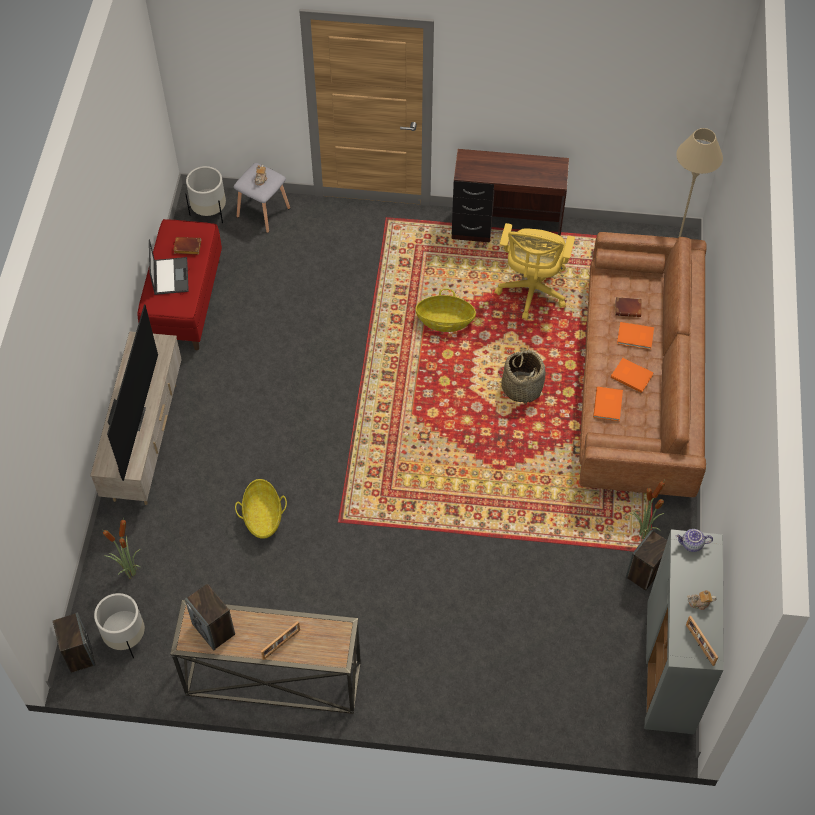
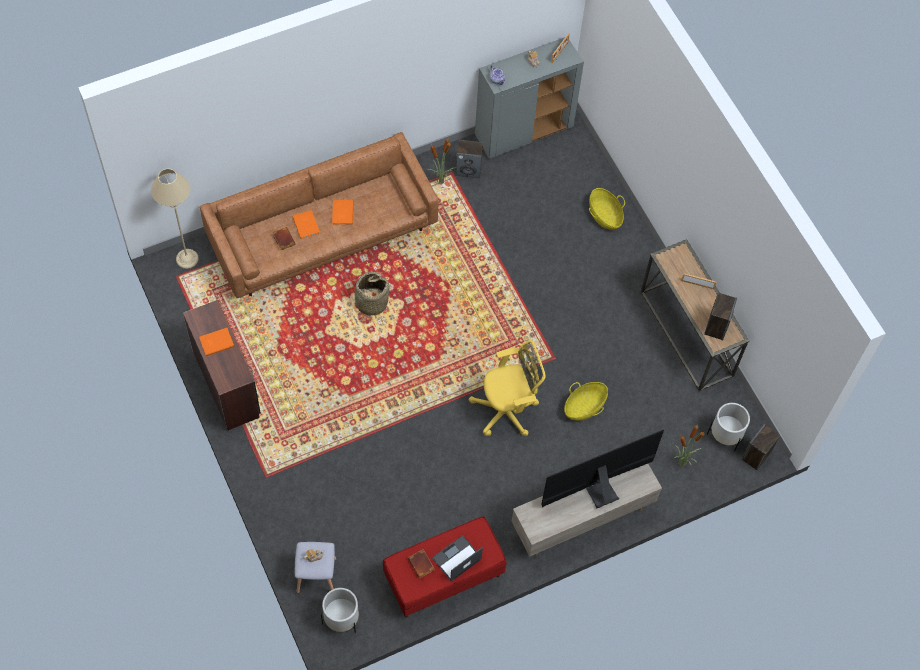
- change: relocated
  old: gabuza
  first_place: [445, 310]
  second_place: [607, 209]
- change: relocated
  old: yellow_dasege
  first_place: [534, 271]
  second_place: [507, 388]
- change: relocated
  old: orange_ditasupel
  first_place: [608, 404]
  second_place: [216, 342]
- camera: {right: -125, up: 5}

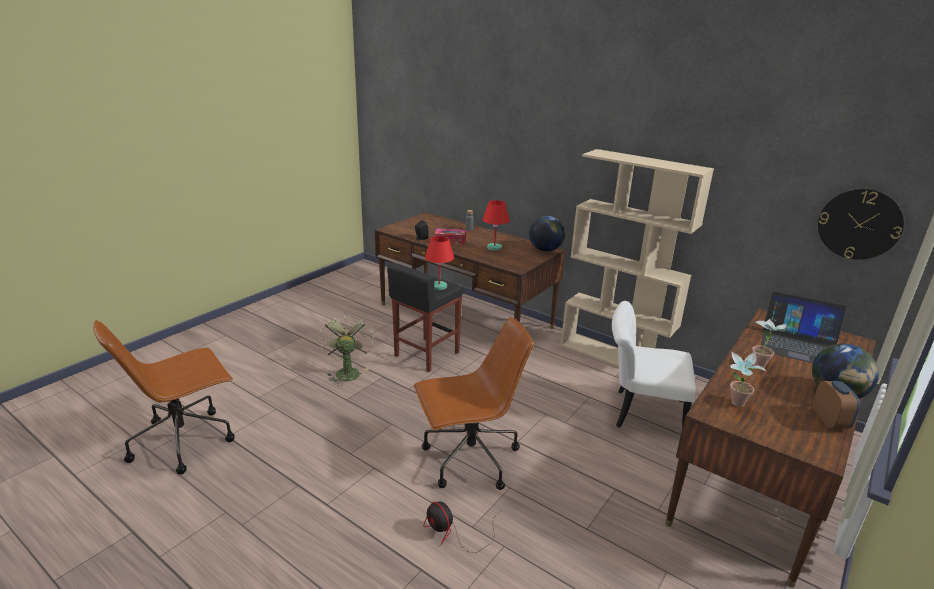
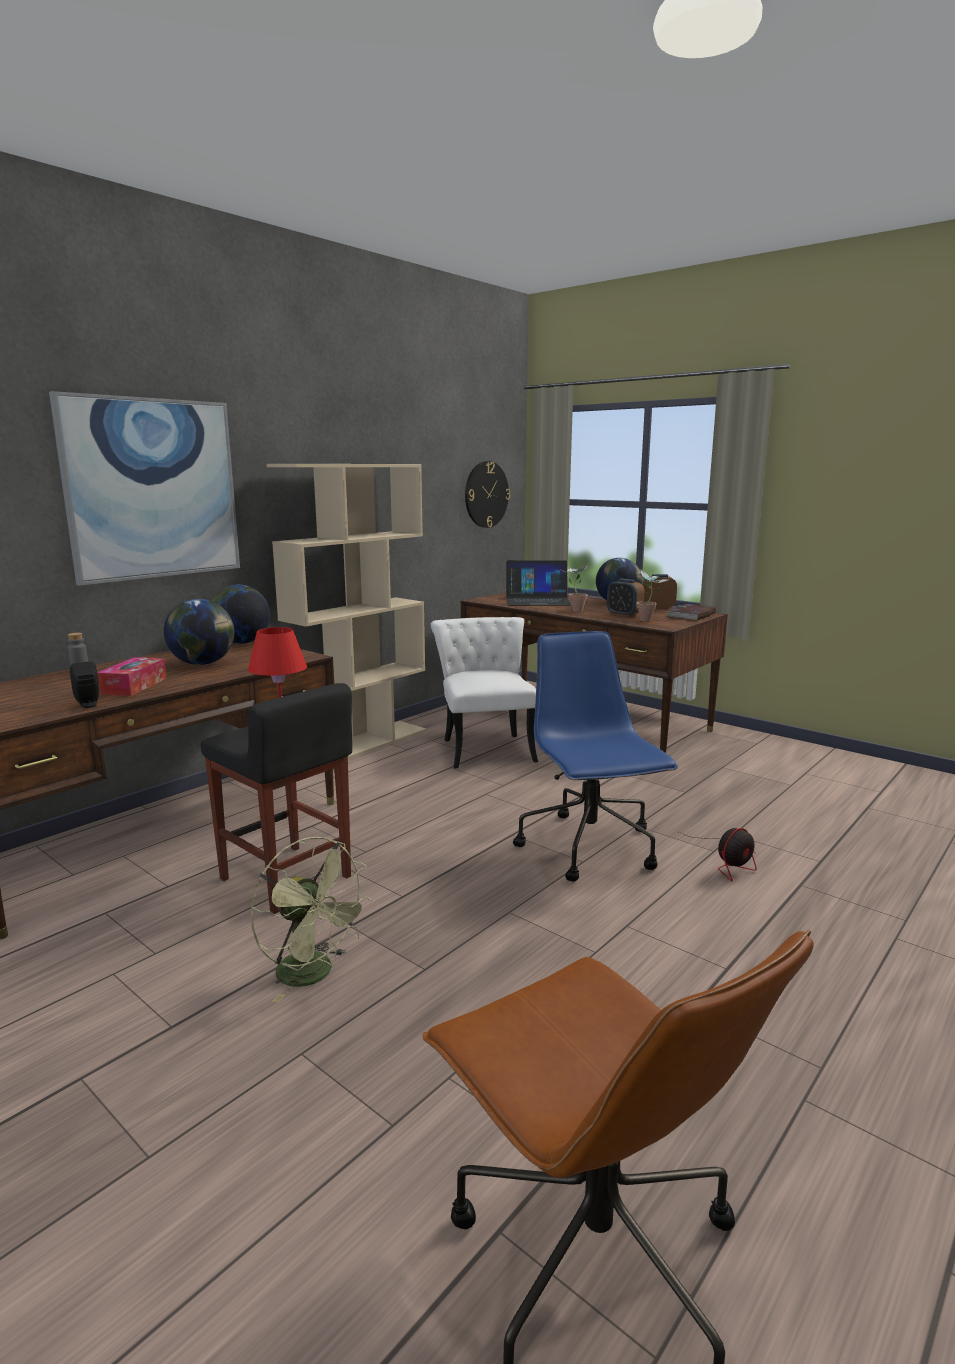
- change: spun
  old: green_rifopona
  first_place: [346, 349]
  second_place: [311, 920]
  degrees: -135
- change: colour
  old: brown_dasege
  new: blue_dasege
  first_place: [474, 403]
  second_place: [595, 756]
- change: exchanged
  old: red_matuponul
  new: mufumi
  first_place: [496, 225]
  second_place: [199, 632]
- change: spun
  old: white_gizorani
  first_place: [654, 364]
  second_place: [484, 693]
  degrees: 150
- change: spun
  old: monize
  first_place: [804, 327]
  second_place: [538, 583]
  degrees: 60
- change: appeared
  new: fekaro
  second_place: [144, 488]
- change: appeared
  new: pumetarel
  second_place: [625, 598]
- change: appeared
  new: ditasupel
  second_place: [691, 612]
- camera: {right: -85, up: -10}

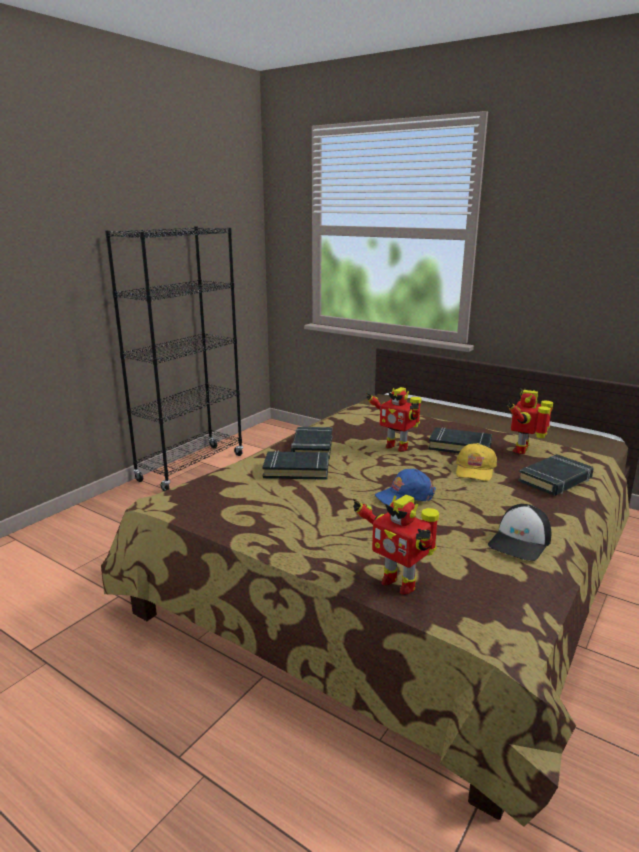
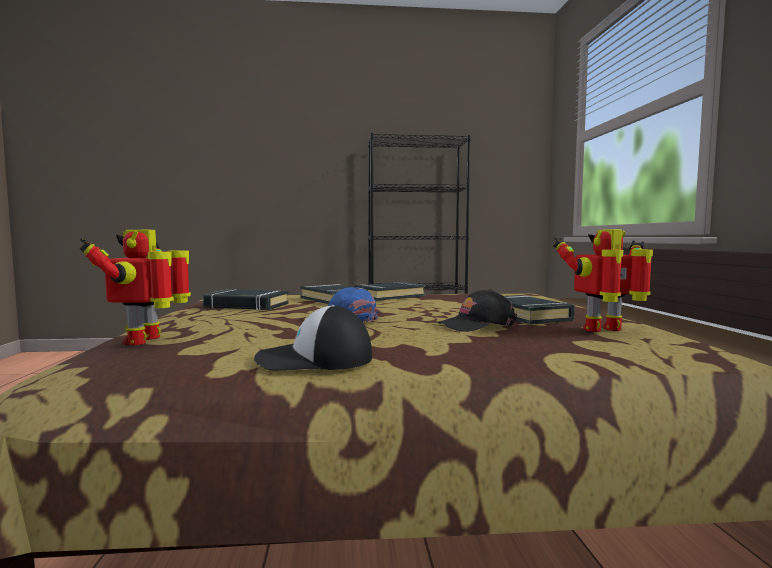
- change: missing
  old: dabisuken
  first_place: [393, 419]
- change: colour
  old: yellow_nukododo
  new: black_nukododo
  first_place: [476, 462]
  second_place: [477, 310]
- change: relocated
  old: black_ditasupel
  first_place: [556, 475]
  second_place: [246, 299]
- camera: {right: 50, up: -15}

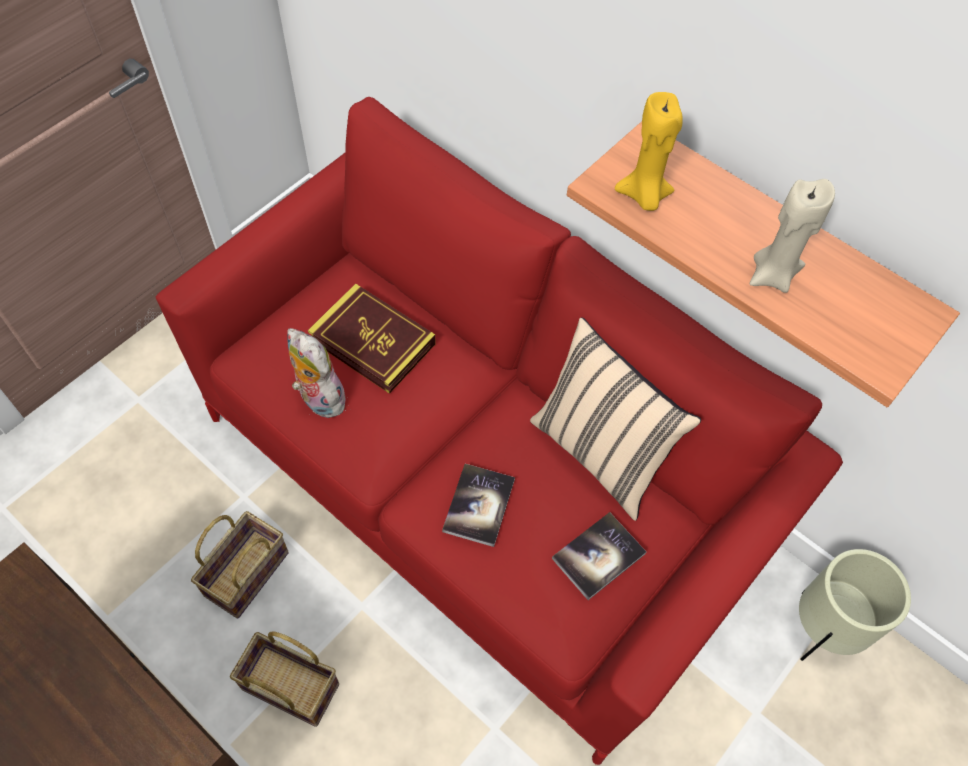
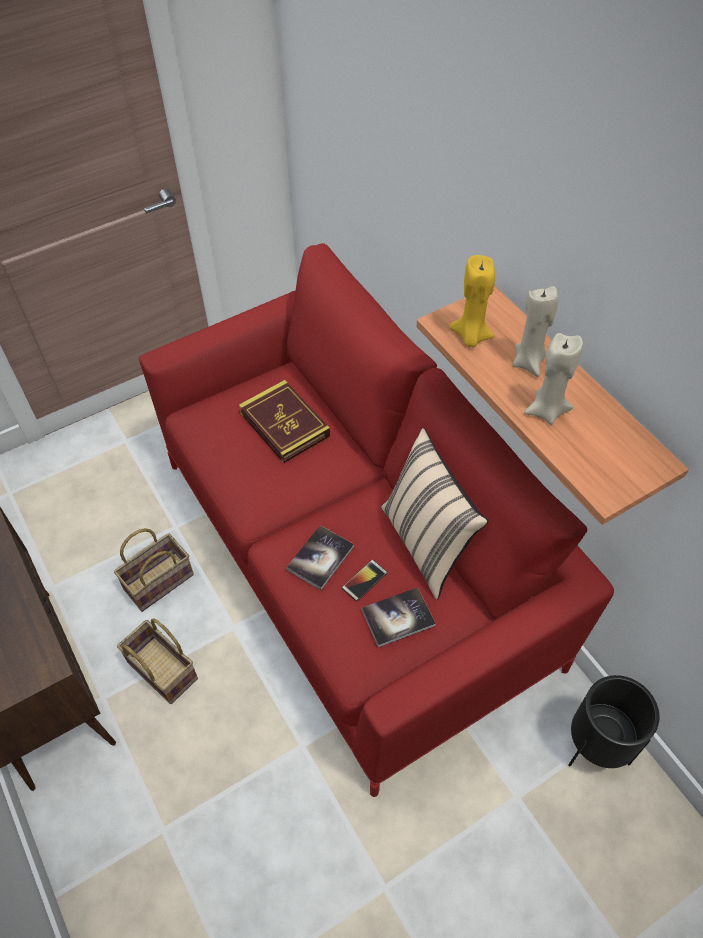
- change: missing
  old: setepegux
  first_place: [317, 373]
- change: colour
  old: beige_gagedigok
  new: black_gagedigok
  first_place: [855, 605]
  second_place: [613, 721]
- change: appeared
  new: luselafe
  second_place: [365, 580]
- change: appeared
  new: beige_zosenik
  second_place: [535, 331]
- camera: {right: 20, up: -5}

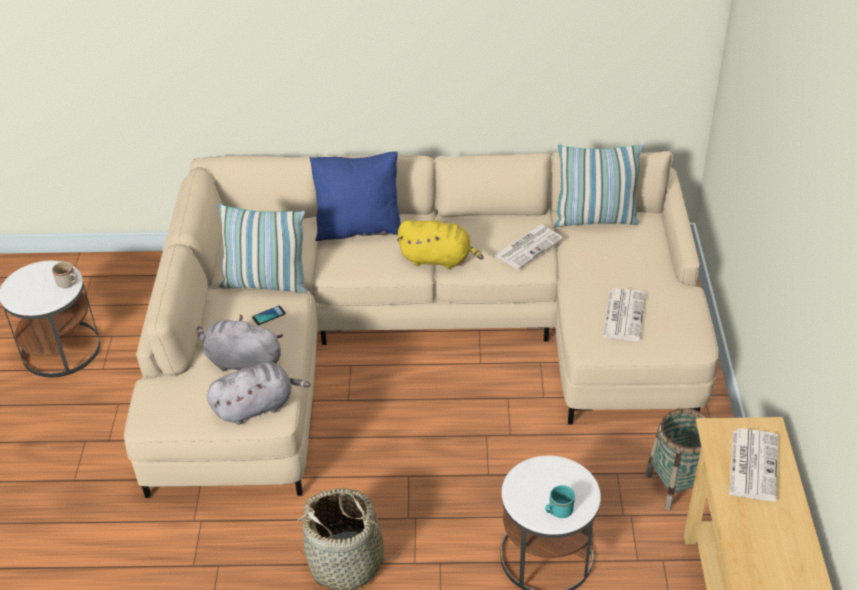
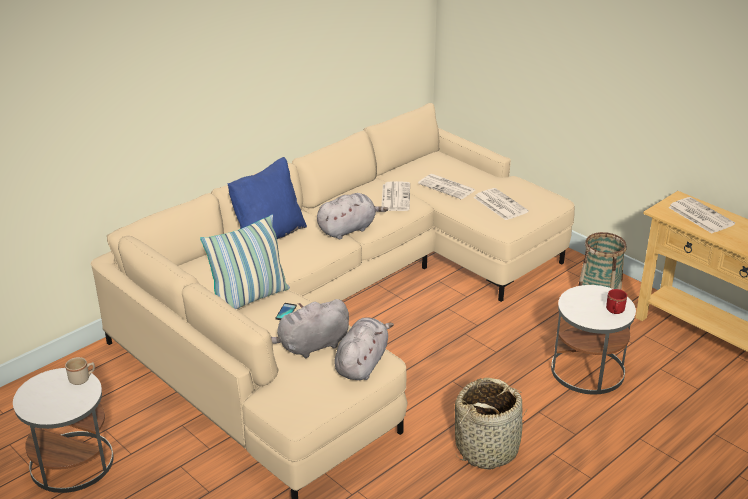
- change: colour
  old: yellow_setepegux
  new: grey_setepegux
  first_place: [440, 244]
  second_place: [352, 216]
- change: colour
  old: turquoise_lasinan
  new: red_lasinan
  first_place: [560, 501]
  second_place: [616, 301]
- change: missing
  old: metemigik
  first_place: [598, 185]
- change: appeared
  new: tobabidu
  second_place: [446, 187]
- camera: {right: -45, up: -10}

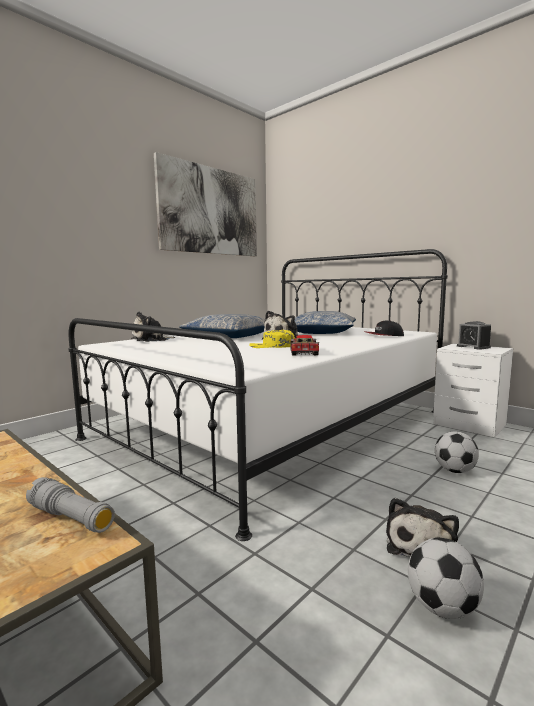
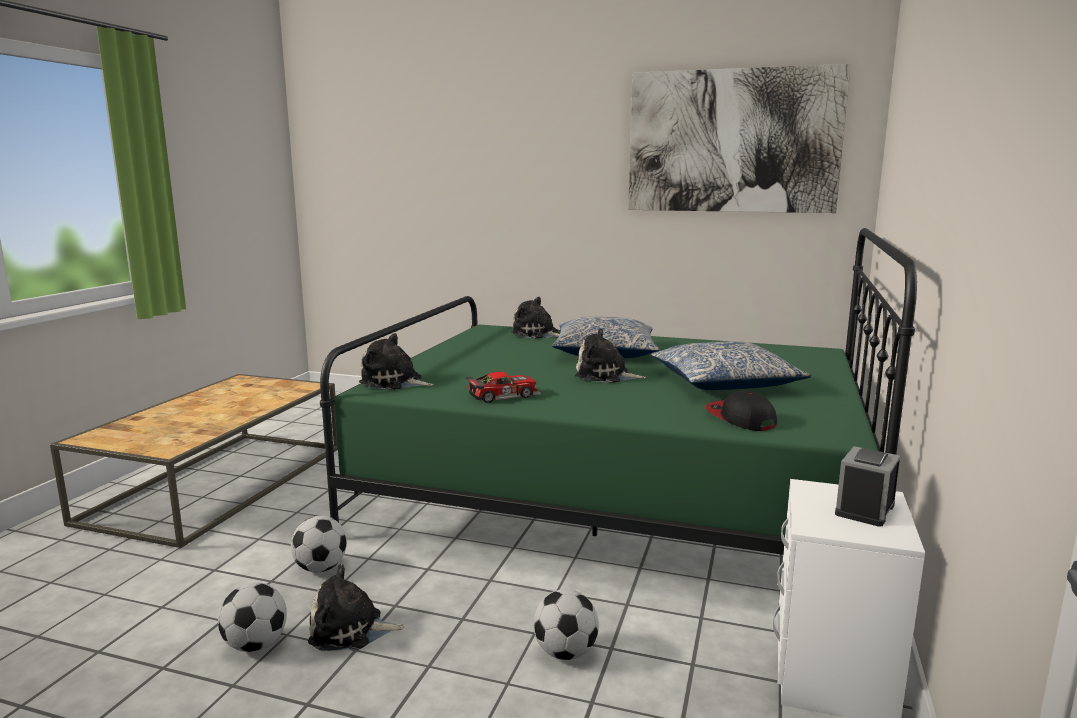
- change: missing
  old: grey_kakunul
  first_place: [70, 505]
- change: colour
  old: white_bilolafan
  new: green_bilolafan
  first_place: [258, 395]
  second_place: [618, 391]
- change: missing
  old: yellow_nukododo
  first_place: [272, 339]
- change: appeared
  new: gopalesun
  second_place: [319, 544]
- change: appeared
  new: setepegux
  second_place: [396, 361]
- camera: {right: 65, up: 5}

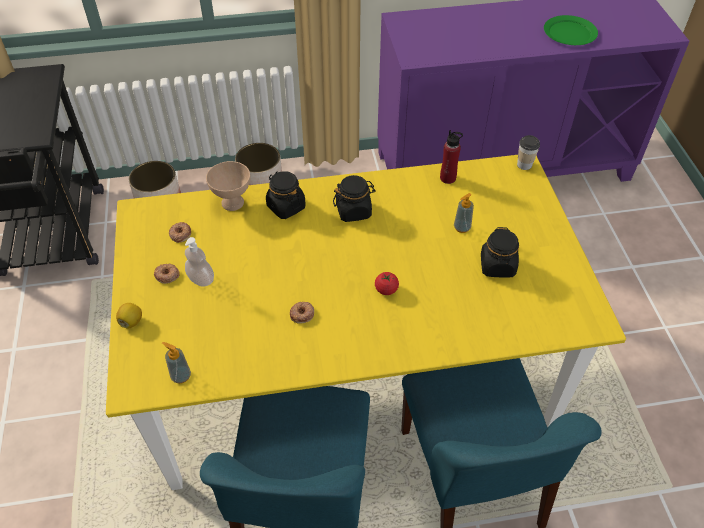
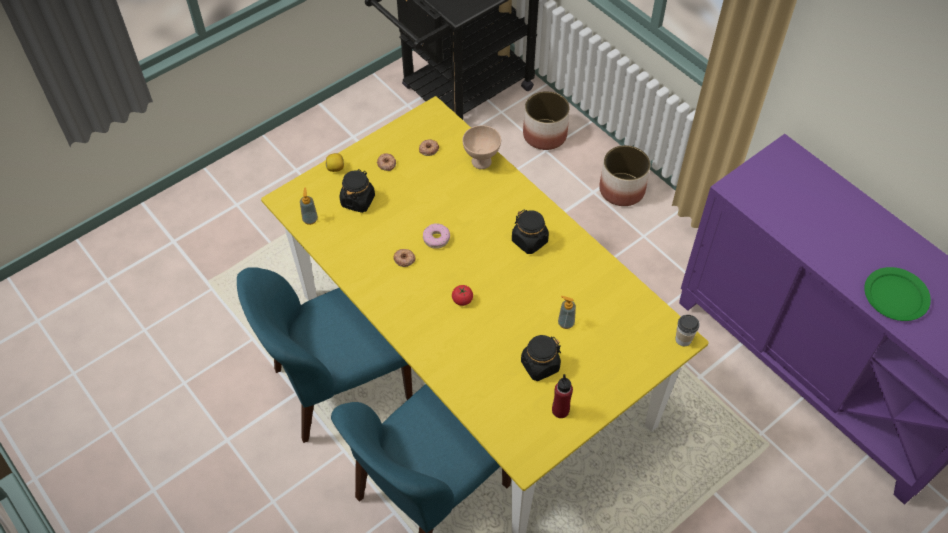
- change: missing
  old: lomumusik
  first_place: [199, 262]
- change: relocated
  old: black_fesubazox
  first_place: [285, 195]
  second_place: [357, 191]
- change: relocated
  old: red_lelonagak
  first_place: [451, 157]
  second_place: [562, 396]
- change: appeared
  new: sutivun
  second_place: [436, 236]
- camera: {right: 60, up: 5}

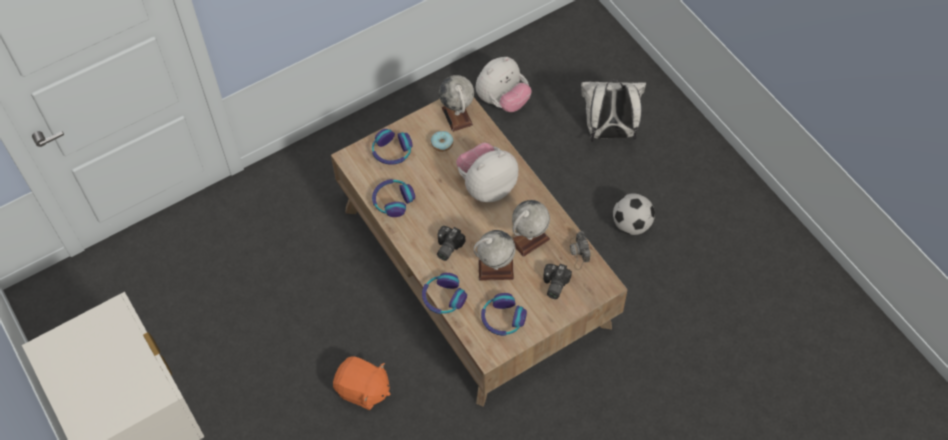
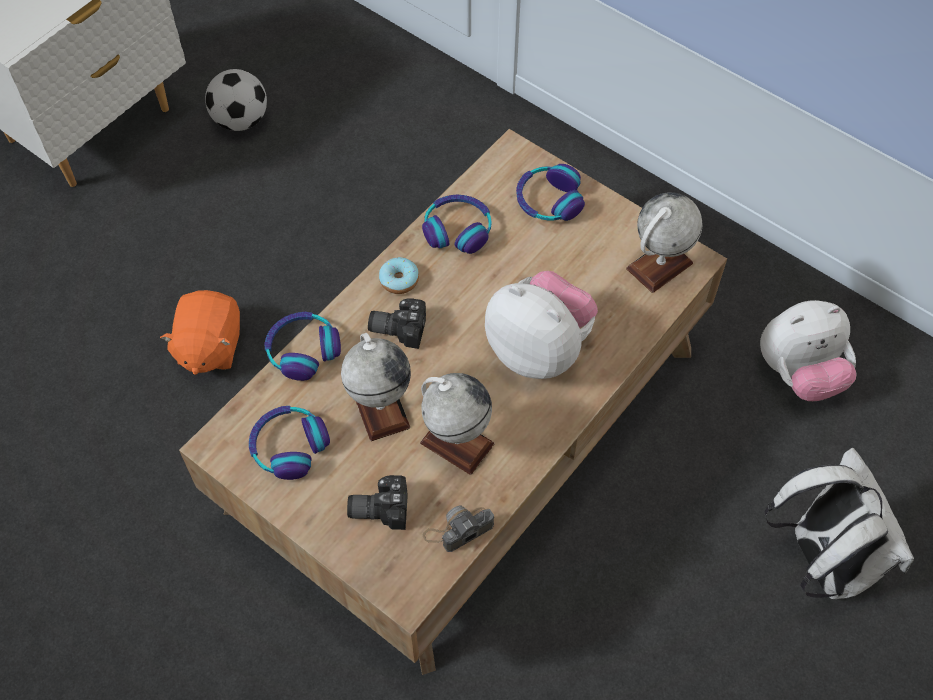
- change: relocated
  old: sutivun
  first_place: [442, 141]
  second_place: [399, 275]
- change: spun
  old: setepegux
  first_place: [504, 84]
  second_place: [808, 350]
  degrees: -45
- change: relocated
  old: gopalesun
  first_place: [634, 214]
  second_place: [236, 100]
- camera: {right: 70, up: 0}

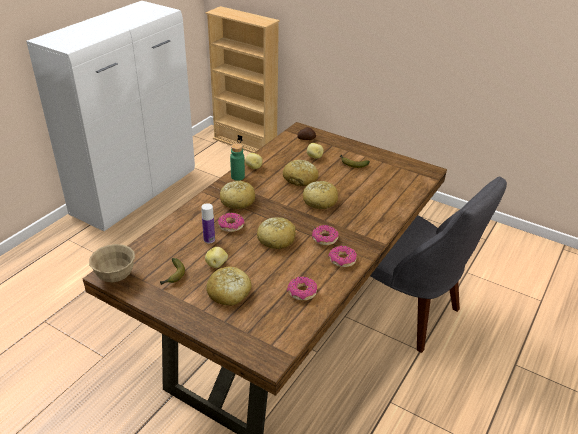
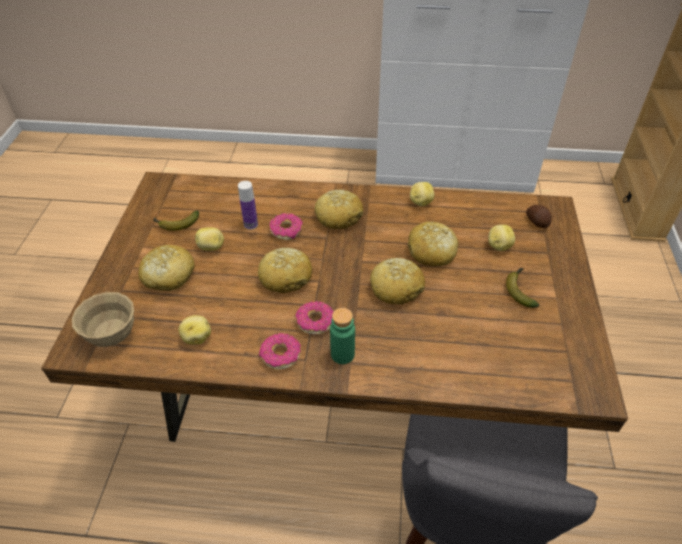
- change: relocated
  old: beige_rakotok
  first_place: [112, 263]
  second_place: [103, 319]
- change: relocated
  old: green_lelonagak
  first_place: [237, 162]
  second_place: [342, 336]
- change: exchanged
  old: sutivun
  new: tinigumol
  first_place: [302, 289]
  second_place: [194, 329]
- camera: {right: 65, up: 10}

